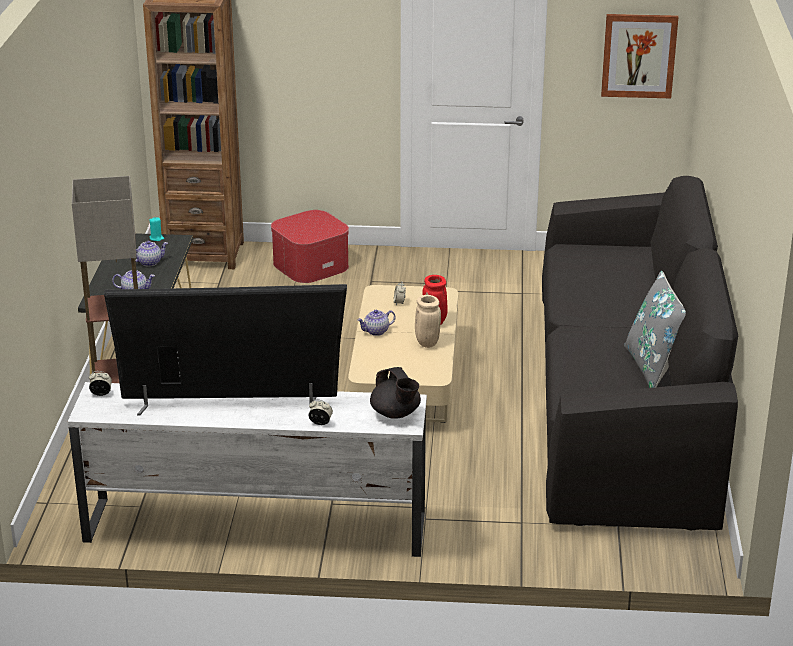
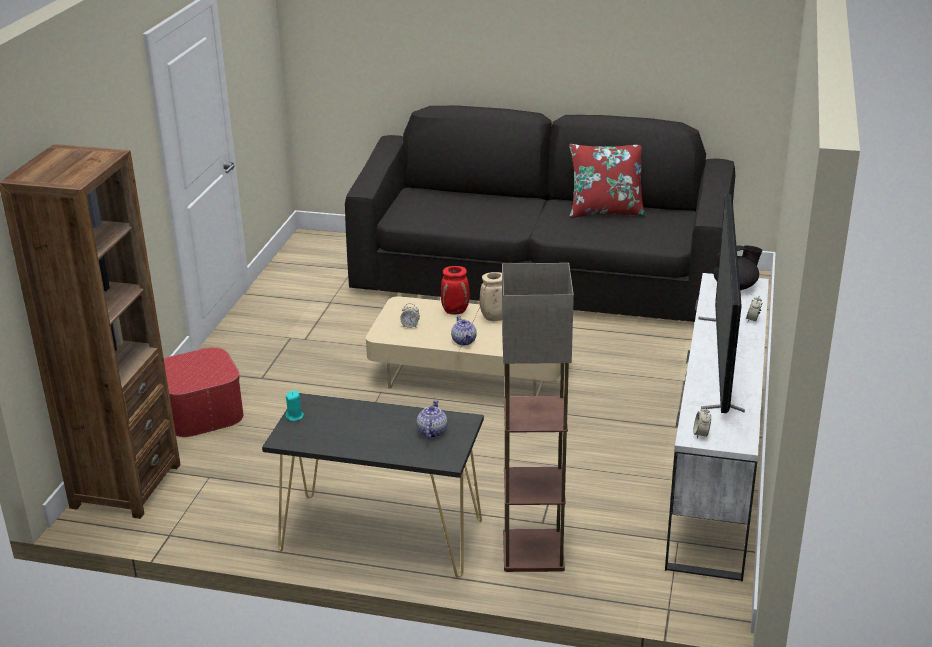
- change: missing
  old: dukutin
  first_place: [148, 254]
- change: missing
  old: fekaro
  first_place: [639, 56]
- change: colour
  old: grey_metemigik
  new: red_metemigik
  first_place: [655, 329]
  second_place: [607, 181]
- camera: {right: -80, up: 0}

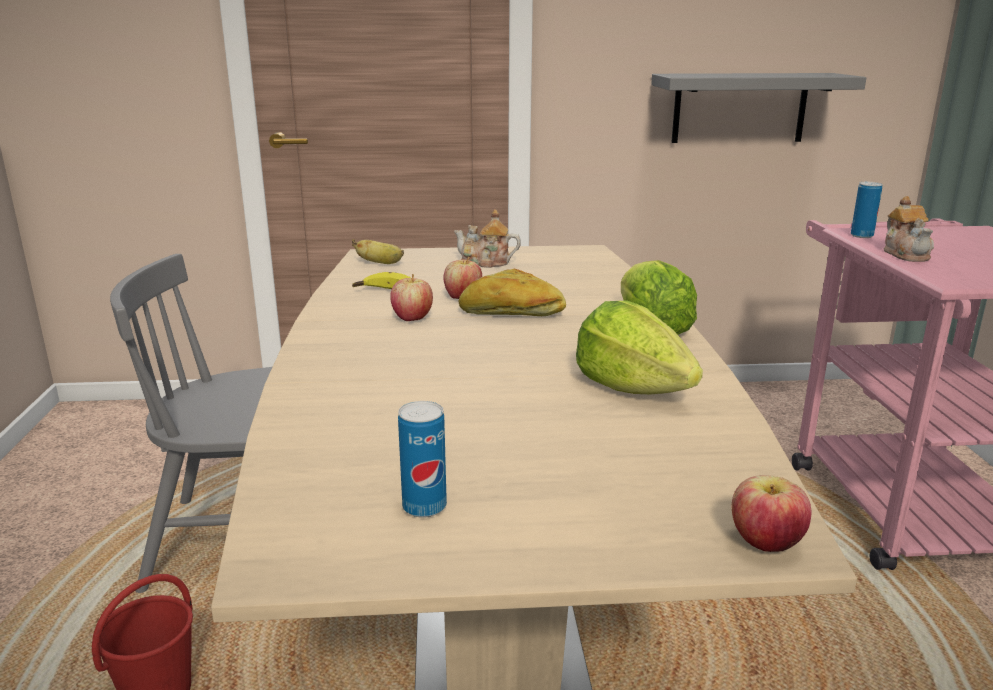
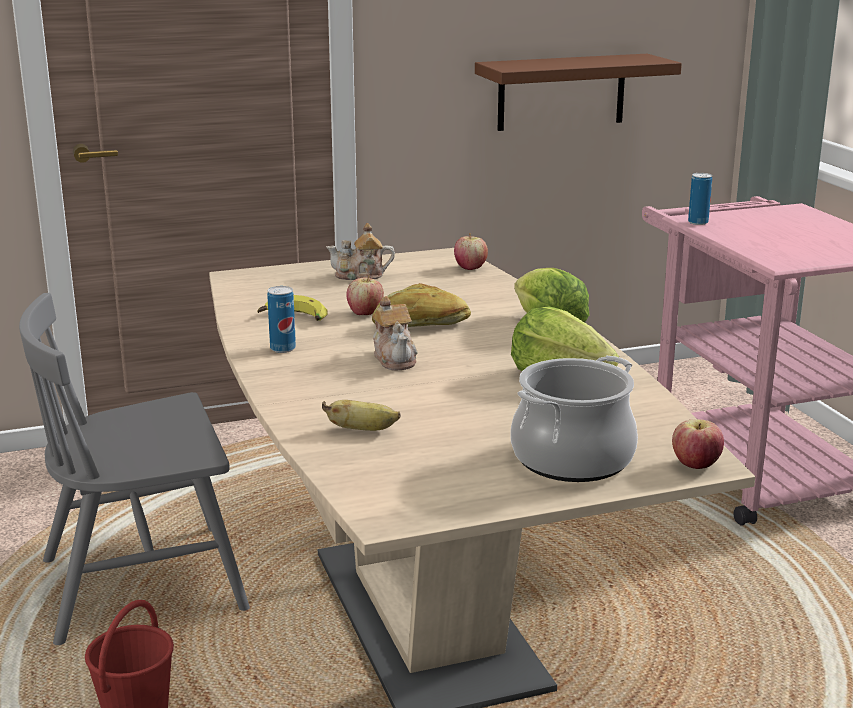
- change: relocated
  old: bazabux
  first_place: [378, 251]
  second_place: [361, 415]
- change: relocated
  old: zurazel
  first_place: [411, 297]
  second_place: [471, 251]
- change: relocated
  old: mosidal
  first_place: [422, 459]
  second_place: [281, 319]
- change: colour
  old: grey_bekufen
  new: brown_bekufen
  first_place: [758, 108]
  second_place: [578, 92]
- change: relocated
  old: dukutin
  first_place: [909, 229]
  second_place: [395, 333]
- change: appeared
  new: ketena
  second_place: [574, 418]
- camera: {right: -15, up: 0}

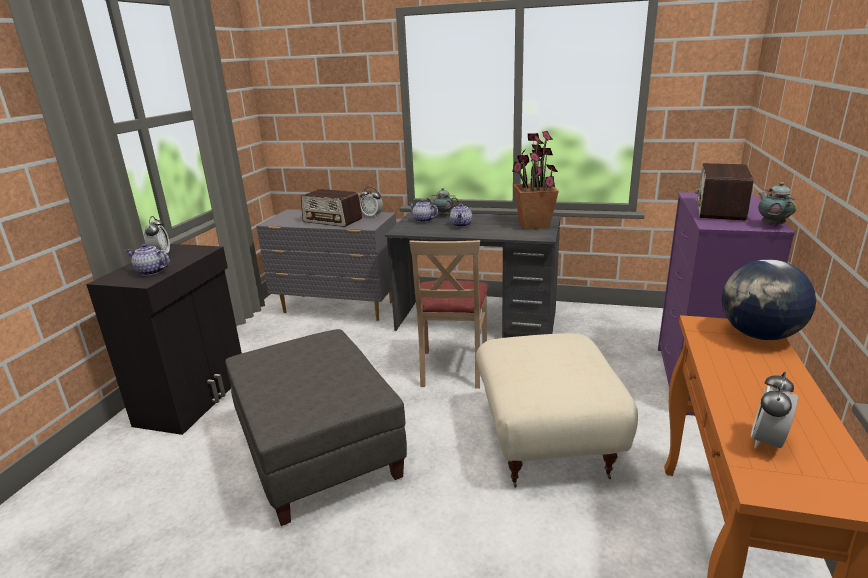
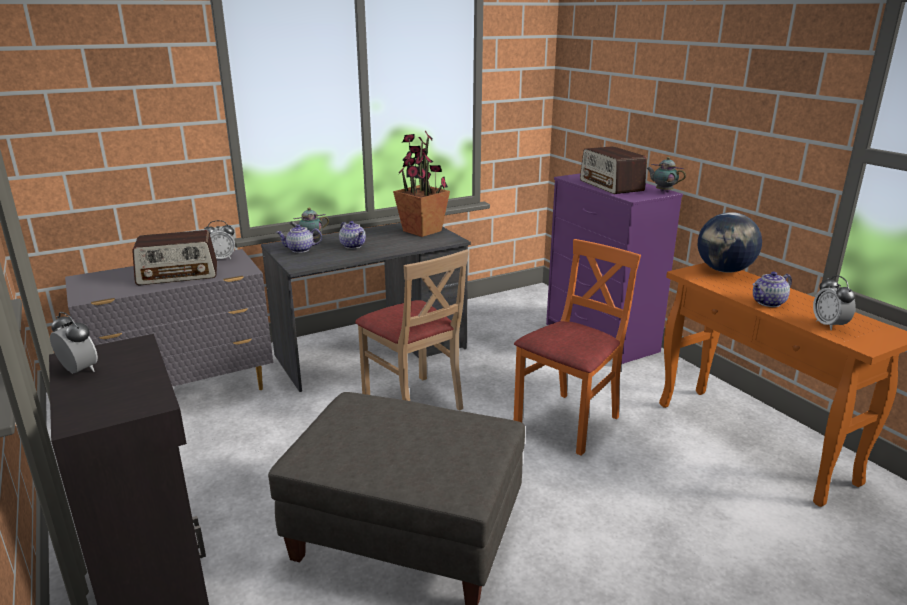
- change: relocated
  old: dukutin
  first_place: [147, 260]
  second_place: [772, 289]
- change: exchanged
  old: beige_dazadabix
  new: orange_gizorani
  first_place: [557, 410]
  second_place: [577, 347]
- camera: {right: -45, up: 0}

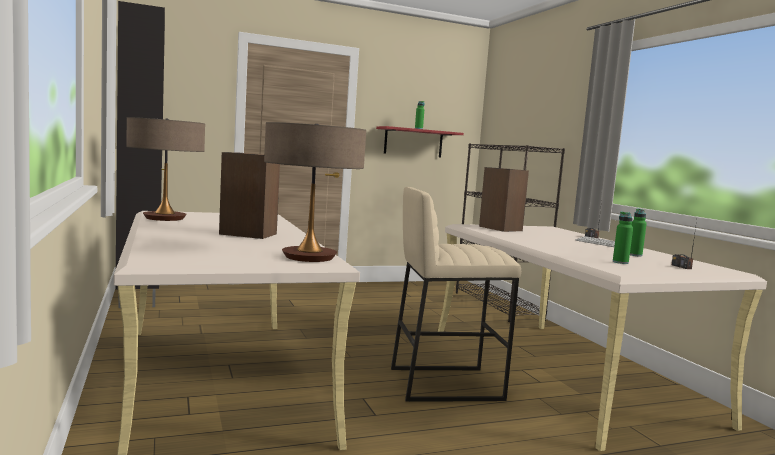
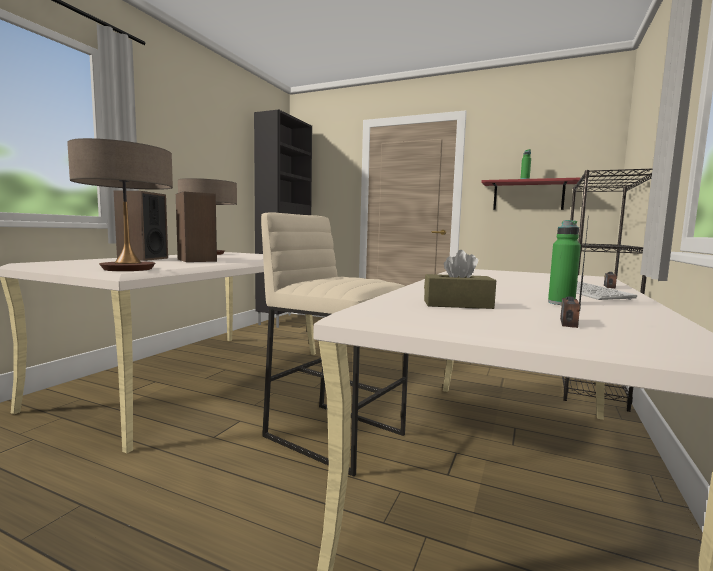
- change: relocated
  old: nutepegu
  first_place: [504, 199]
  second_place: [141, 226]
- change: exchanged
  old: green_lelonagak
  new: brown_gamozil
  first_place: [623, 238]
  second_place: [460, 279]
- camera: {right: 45, up: 0}

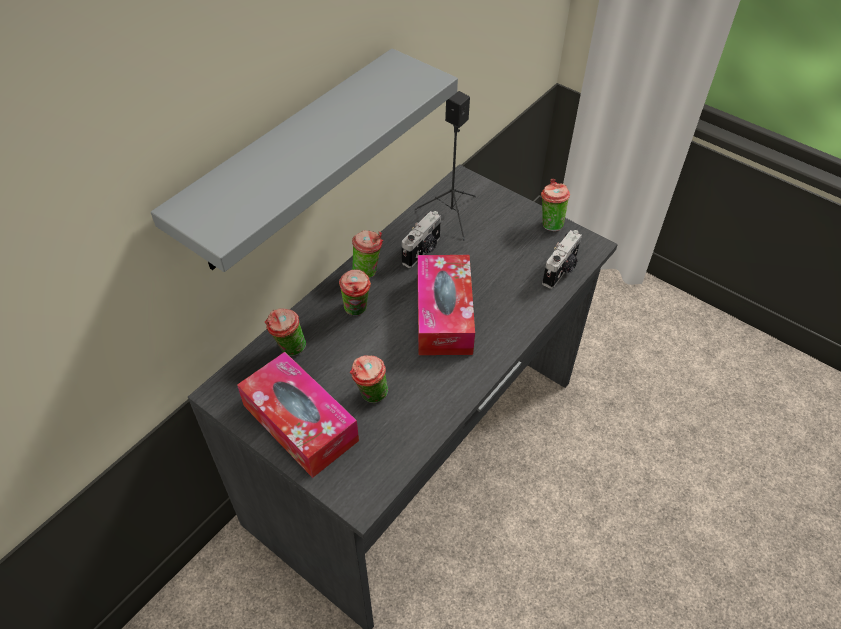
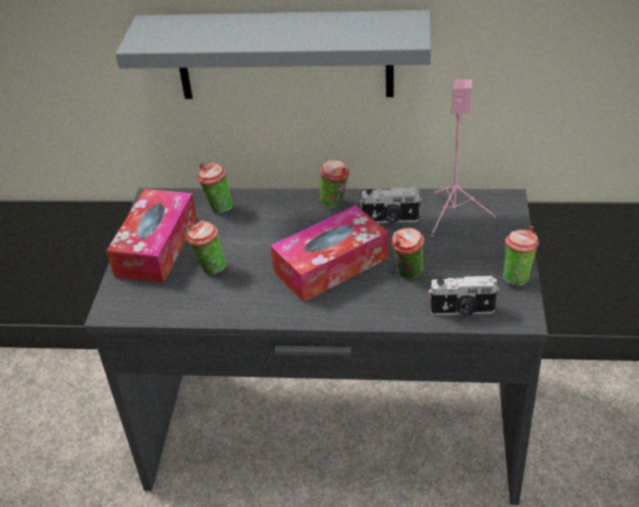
- change: relocated
  old: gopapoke
  first_place: [355, 293]
  second_place: [408, 253]
- change: colour
  old: black_nutepegu
  new: pink_nutepegu
  first_place: [445, 165]
  second_place: [463, 157]
- camera: {right: 60, up: -10}

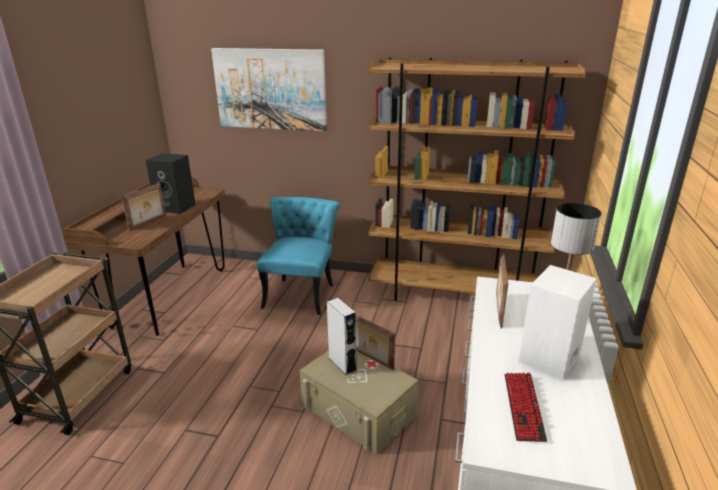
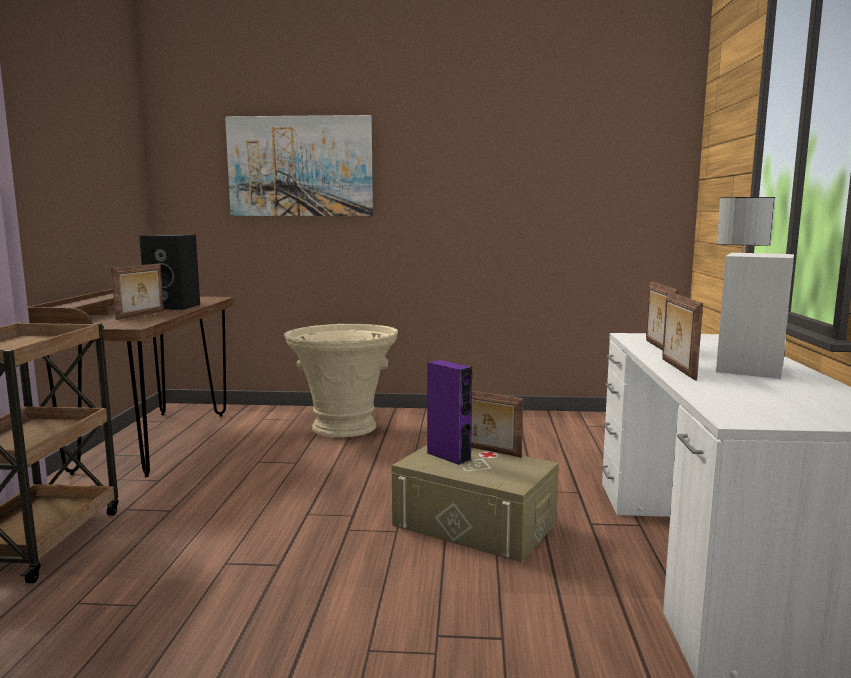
- change: exchanged
  old: turquoise_gizorani
  new: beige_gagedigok
  first_place: [298, 256]
  second_place: [341, 381]
- change: colour
  old: grey_nutepegu
  new: purple_nutepegu
  first_place: [342, 336]
  second_place: [449, 412]
- change: missing
  old: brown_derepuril
  first_place: [478, 179]
- change: missing
  old: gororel
  first_place: [526, 407]
- change: appeared
  new: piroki
  second_place: [682, 335]
- camera: {right: -10, up: -15}

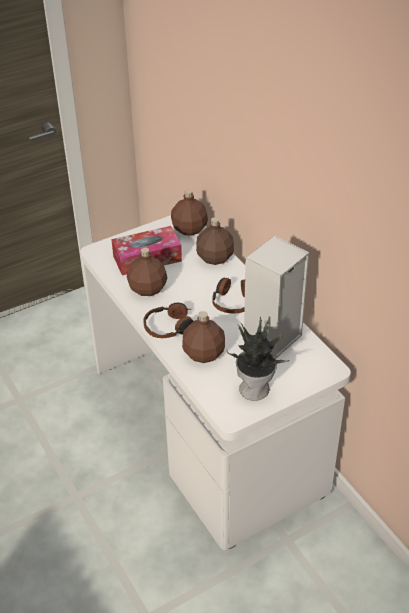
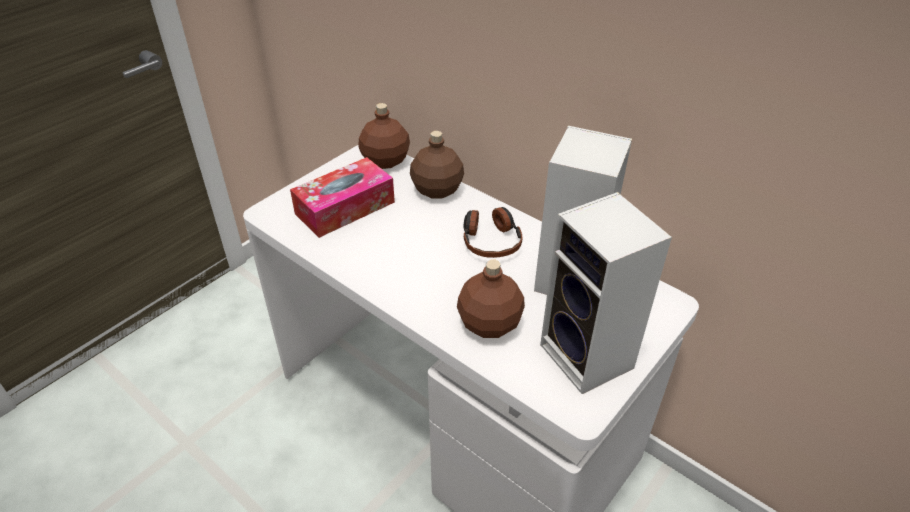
- change: missing
  old: brown_lelonagak
  first_place: [147, 272]
- change: missing
  old: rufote
  first_place: [168, 320]
- change: exchanged
  old: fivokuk
  new: nutepegu
  first_place: [258, 358]
  second_place: [606, 293]
- camera: {right: -20, up: 0}

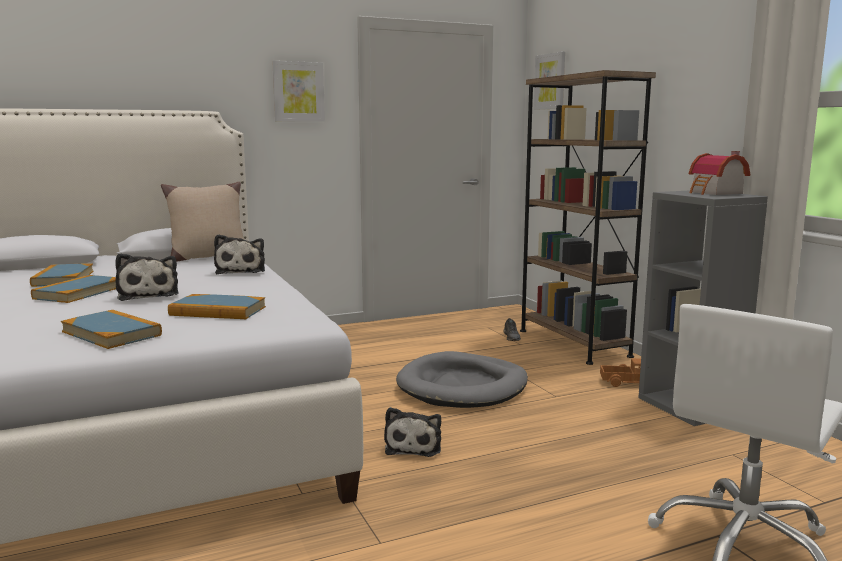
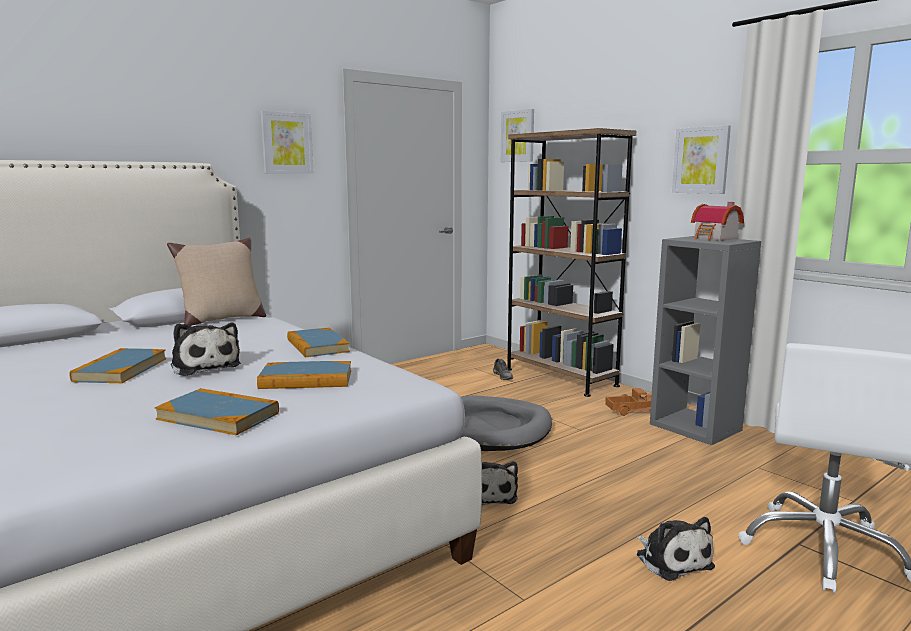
- change: relocated
  old: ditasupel
  first_place: [62, 275]
  second_place: [318, 342]
- change: relocated
  old: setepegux
  first_place: [239, 254]
  second_place: [675, 549]
- change: appeared
  new: fekaro
  second_place: [701, 159]
- camera: {right: -15, up: 0}

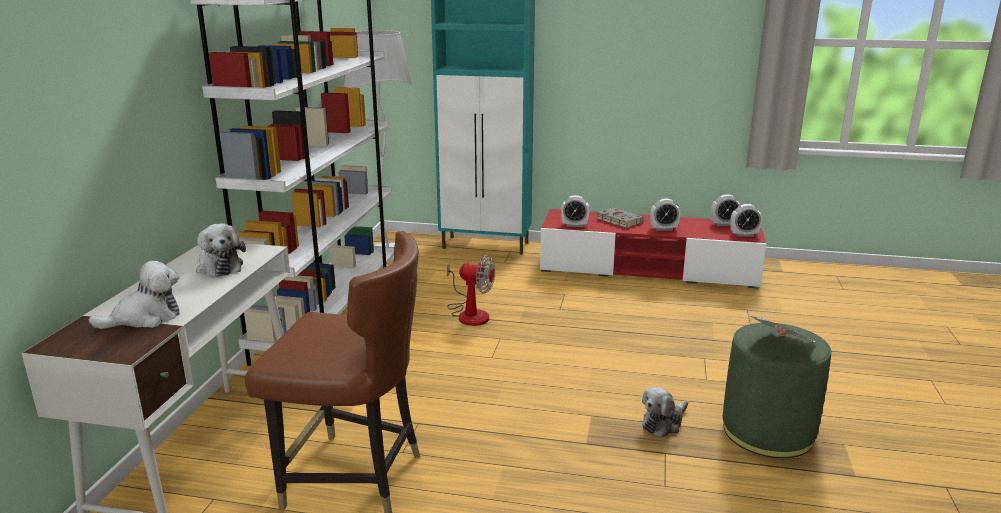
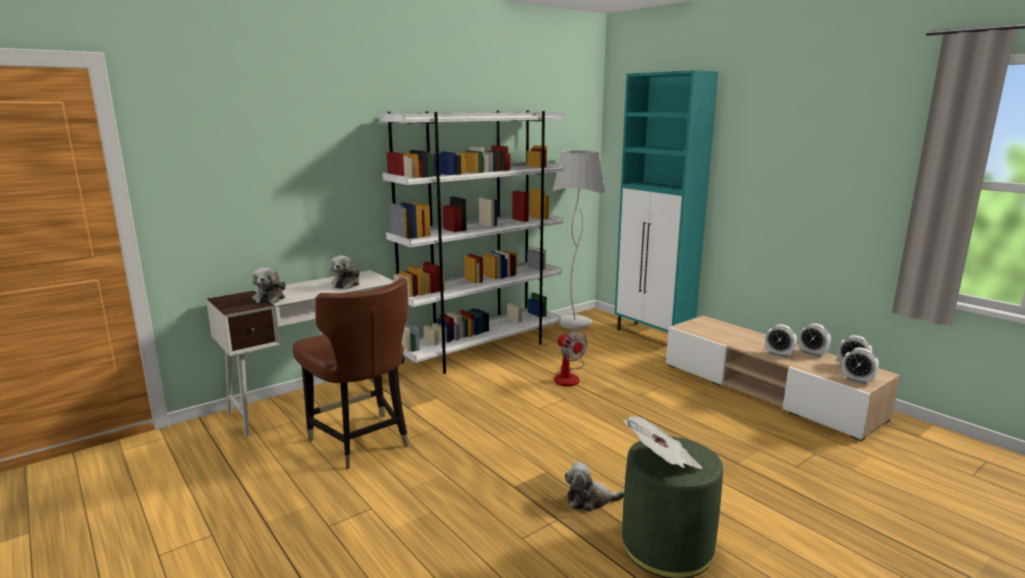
- change: spun
  old: setepegux
  first_place: [134, 295]
  second_place: [269, 286]
  degrees: 75
- change: colour
  old: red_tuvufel
  new: beige_tuvufel
  first_place: [653, 249]
  second_place: [783, 378]
- change: relocated
  old: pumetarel
  first_place: [575, 211]
  second_place: [815, 340]
- change: missing
  old: grey_ditasupel
  first_place: [619, 217]
- camera: {right: 40, up: -5}

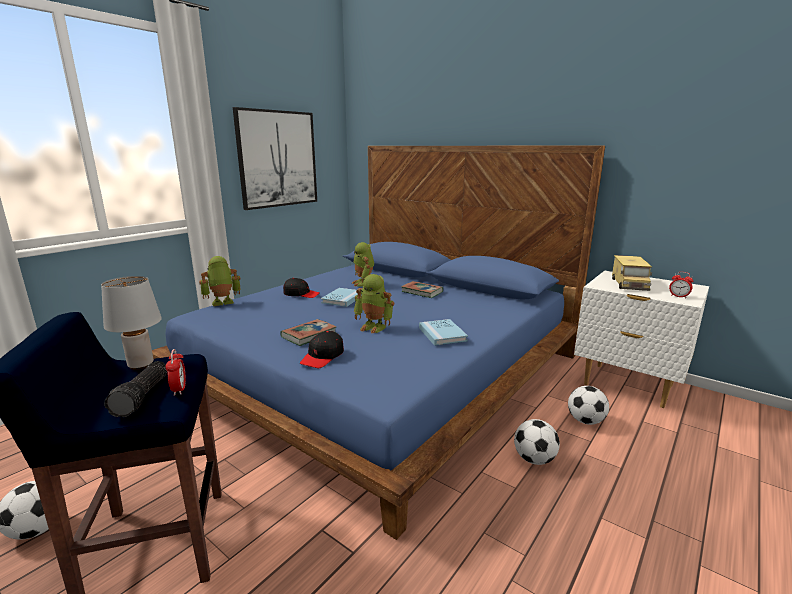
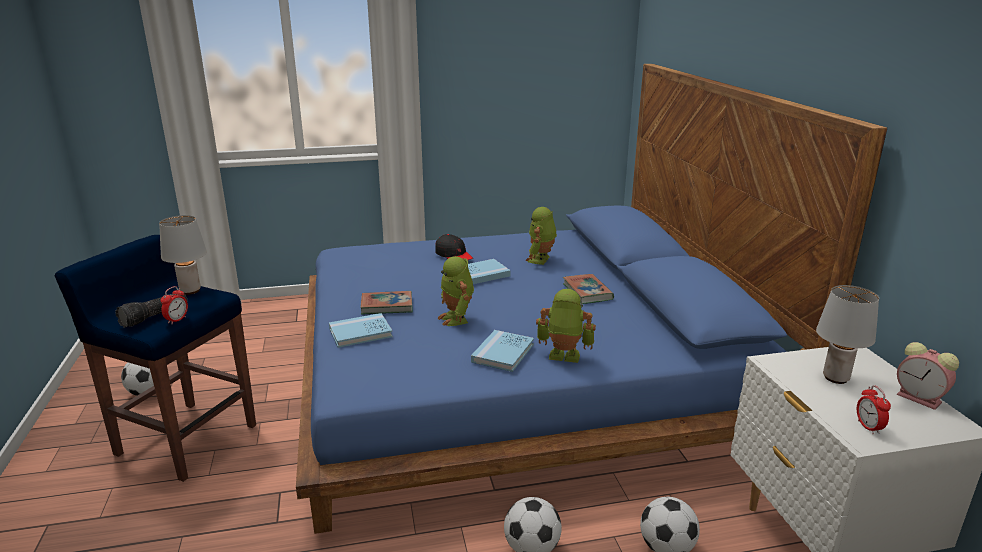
- change: relocated
  old: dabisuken
  first_place: [220, 281]
  second_place: [566, 326]
- change: missing
  old: fekaro
  first_place: [275, 158]
- change: exchanged
  old: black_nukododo
  new: blue_ditasupel
  first_place: [322, 349]
  second_place: [361, 330]
- change: exchanged
  old: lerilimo
  new: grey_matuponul
  first_place: [632, 273]
  second_place: [847, 334]
- change: appeared
  new: pumetarel
  second_place: [928, 376]
- camera: {right: 40, up: 5}

